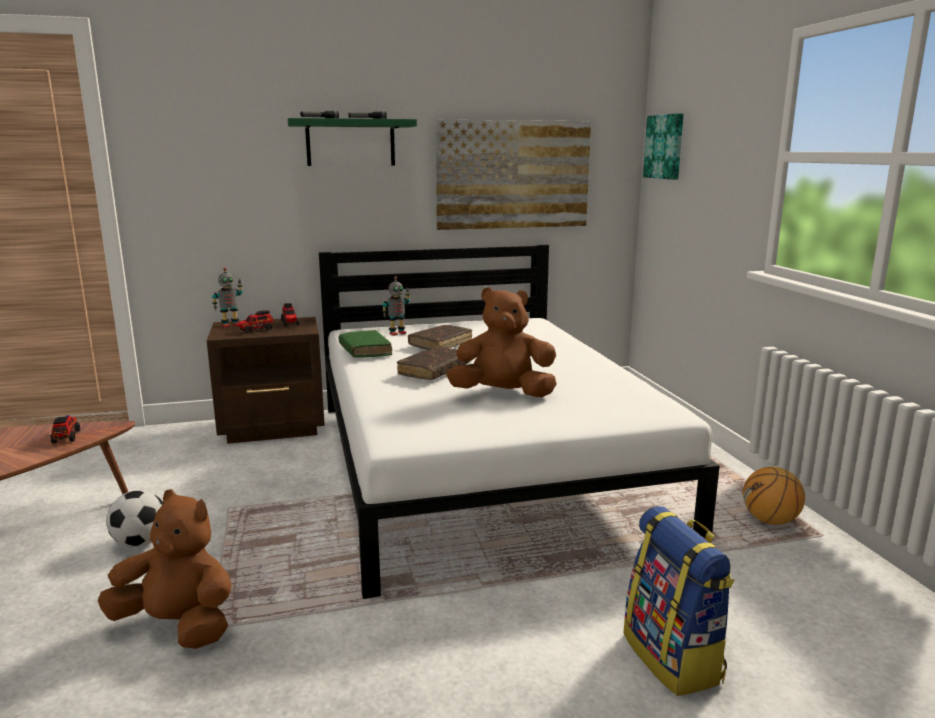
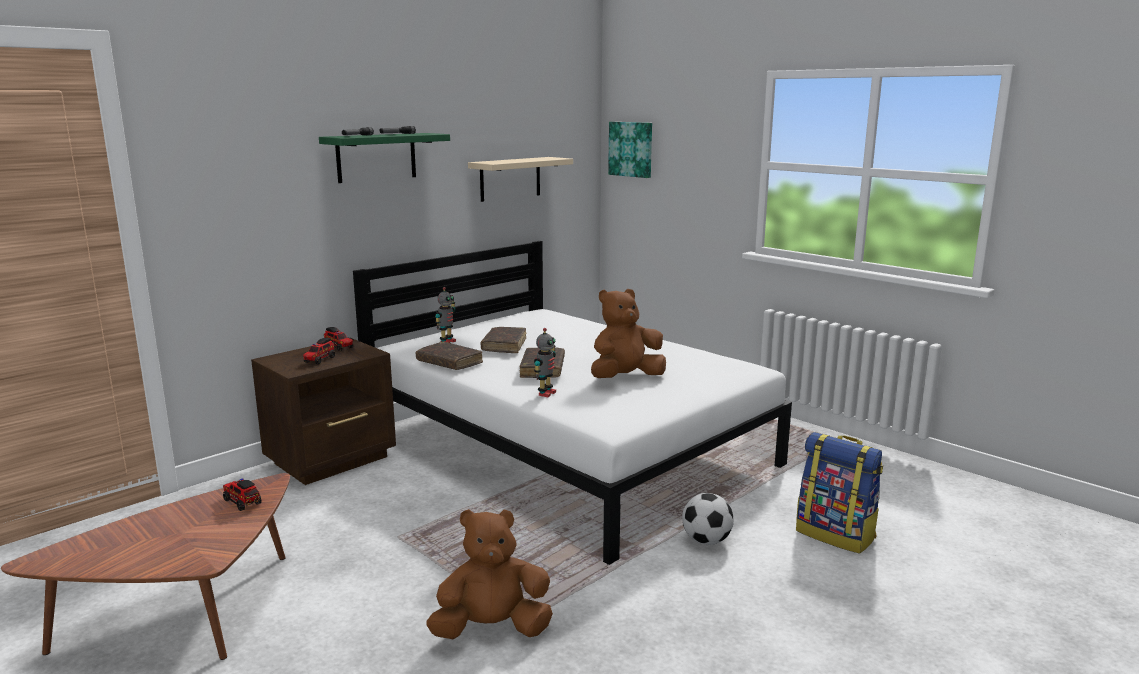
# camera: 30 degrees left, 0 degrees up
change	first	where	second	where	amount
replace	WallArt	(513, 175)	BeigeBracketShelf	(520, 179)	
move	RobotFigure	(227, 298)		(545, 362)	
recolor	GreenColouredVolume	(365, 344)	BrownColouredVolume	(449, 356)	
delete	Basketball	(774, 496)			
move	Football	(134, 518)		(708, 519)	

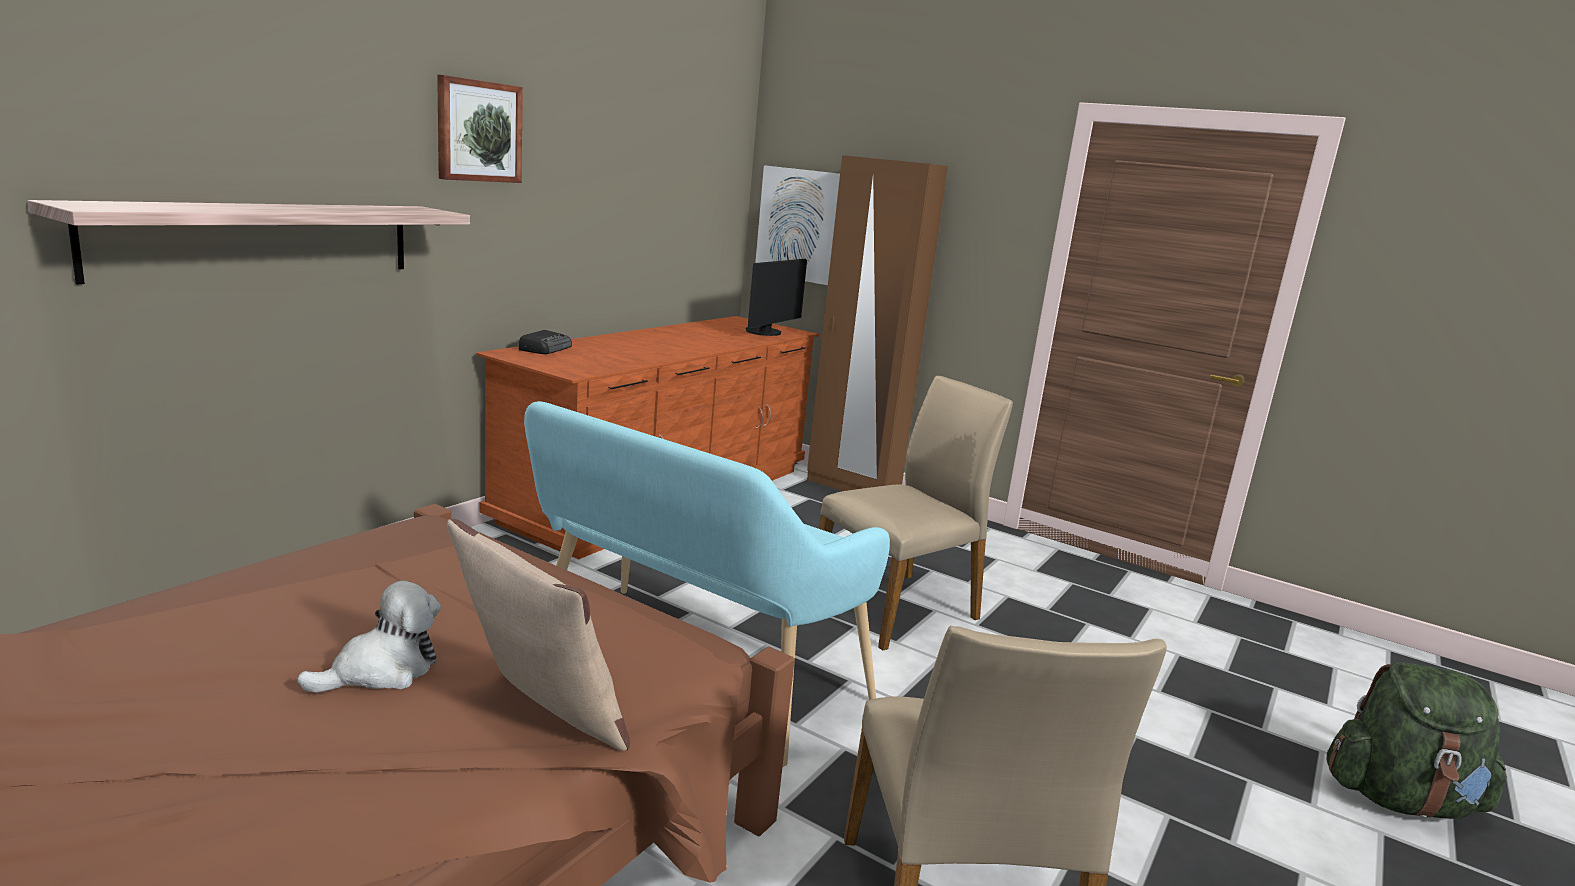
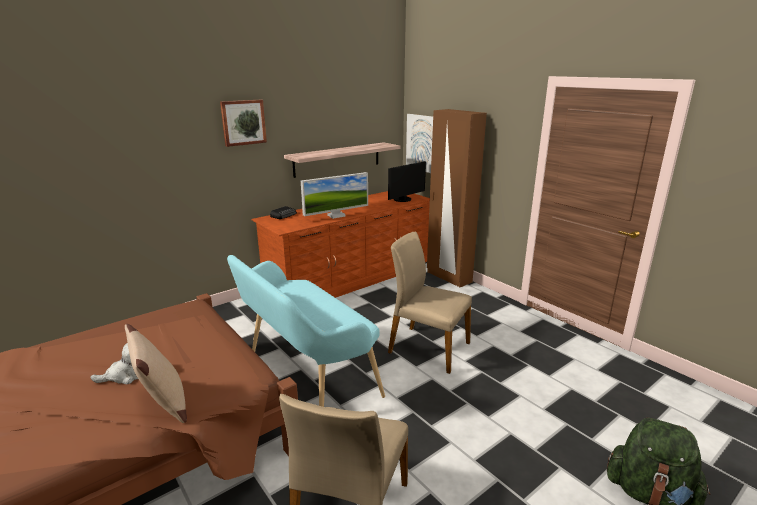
# camera: 20 degrees right, 5 degrees up
change	first	where	second	where	amount
move	BracketShelf	(248, 242)		(342, 160)	
rotate	BeigeChair	(915, 513)		(430, 303)	135 degrees counterclockwise
insert			ComputerScreen	(334, 195)	

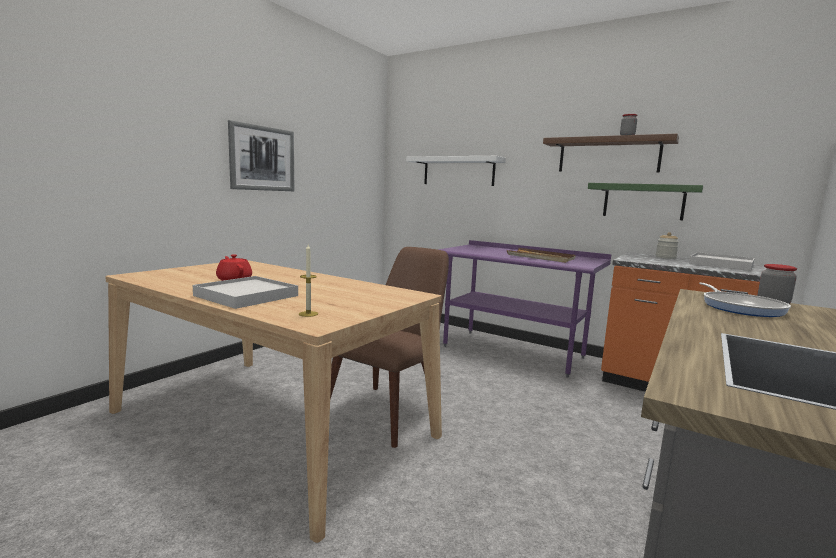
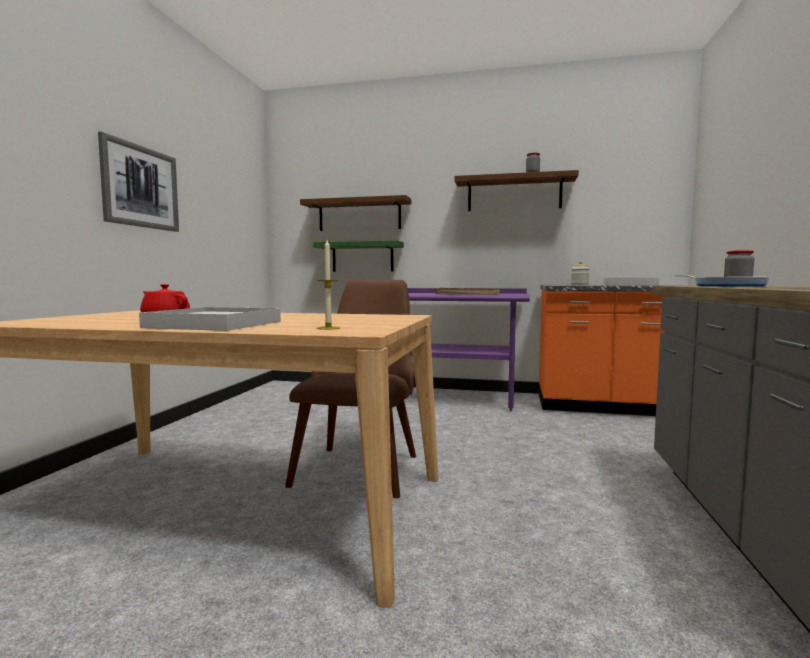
# camera: 20 degrees left, 5 degrees down
change	first	where	second	where	amount
recolor	WhiteBracketShelf	(456, 171)	BrownColouredBracketShelf	(356, 213)	
move	GreenColouredBracketShelf	(645, 201)		(358, 256)	

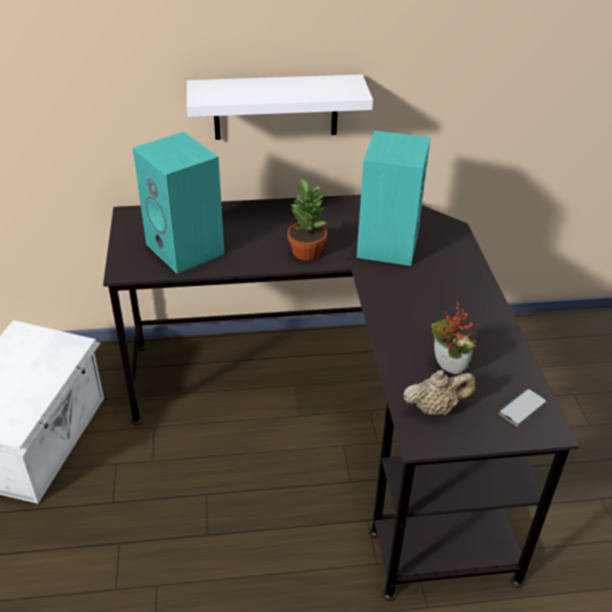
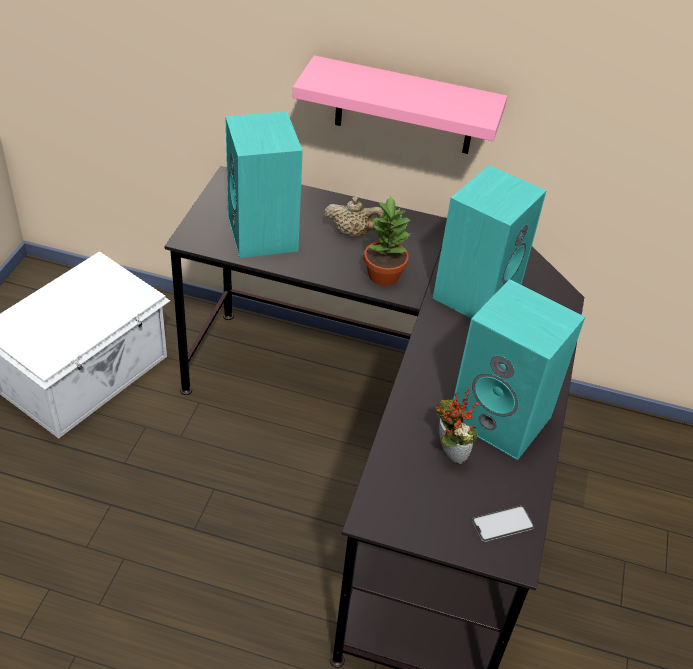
# camera: 20 degrees right, 5 degrees up
change	first	where	second	where	amount
recolor	WhiteBracketShelf	(280, 107)	PinkishBracketShelf	(400, 104)	
move	BeigeTeaPot	(439, 392)		(354, 217)	
insert			TurquoiseColouredAudioSpeaker	(519, 369)	

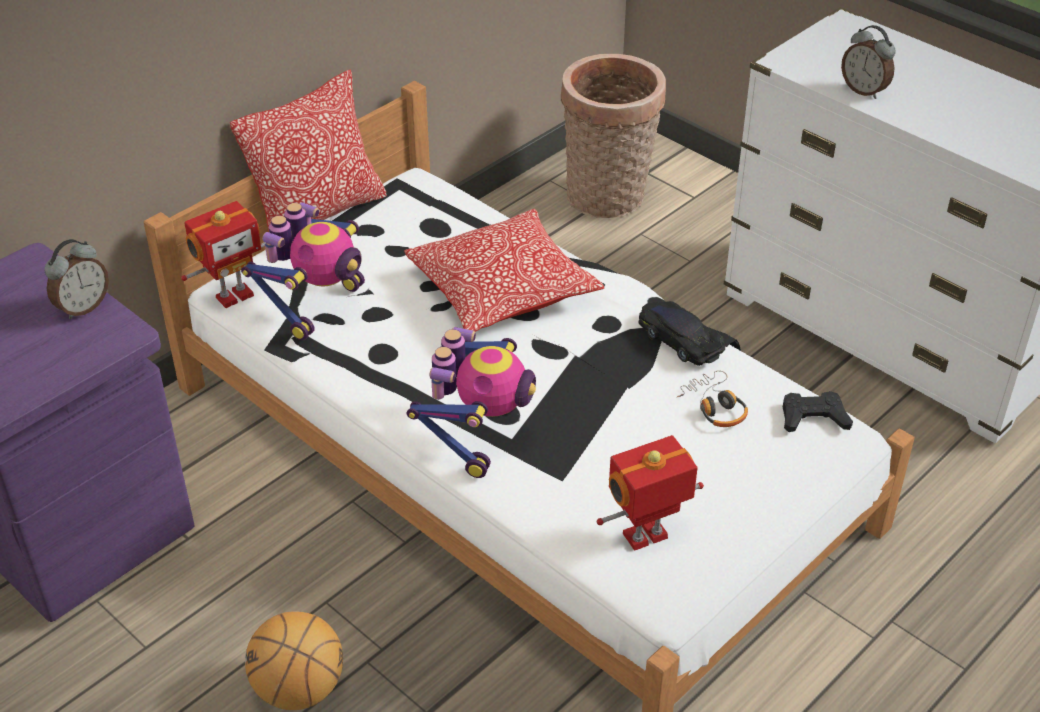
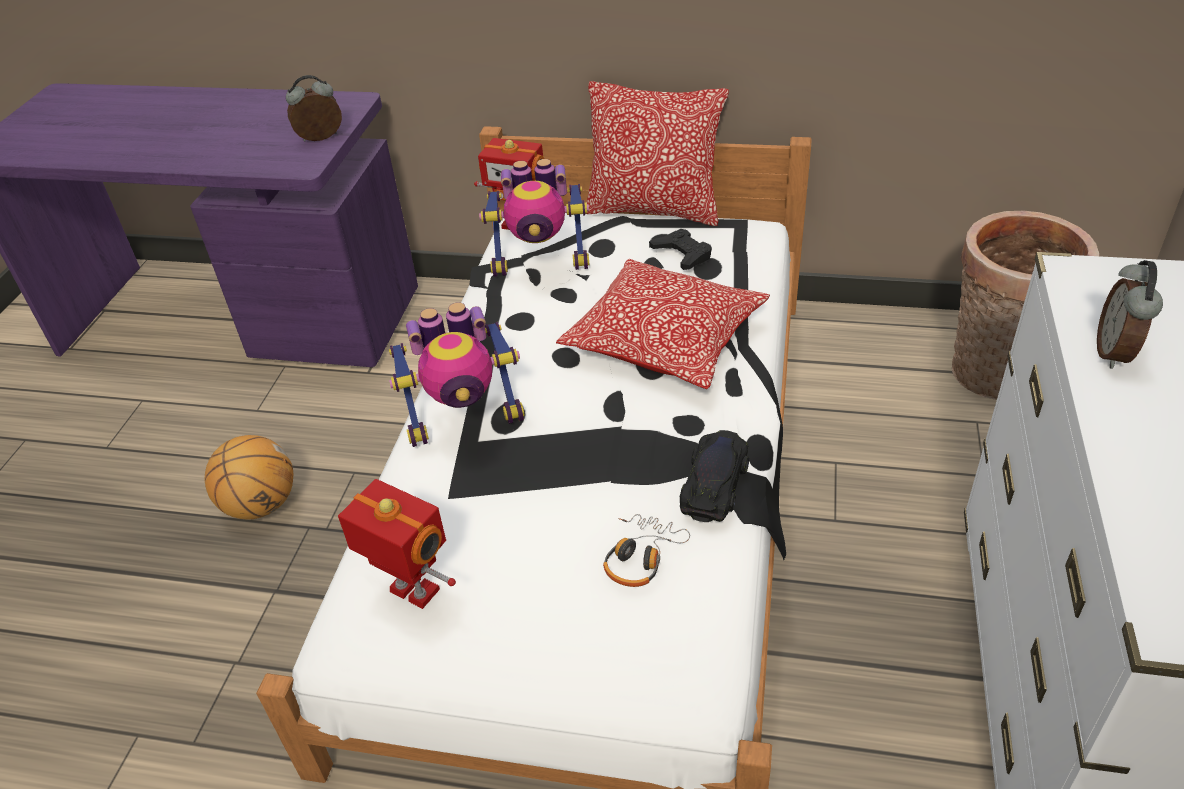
# camera: 60 degrees right, 0 degrees up
change	first	where	second	where	amount
rotate	AlarmClock	(77, 279)		(314, 108)	150 degrees clockwise
move	BlackColouredGamepad	(818, 411)		(680, 249)	

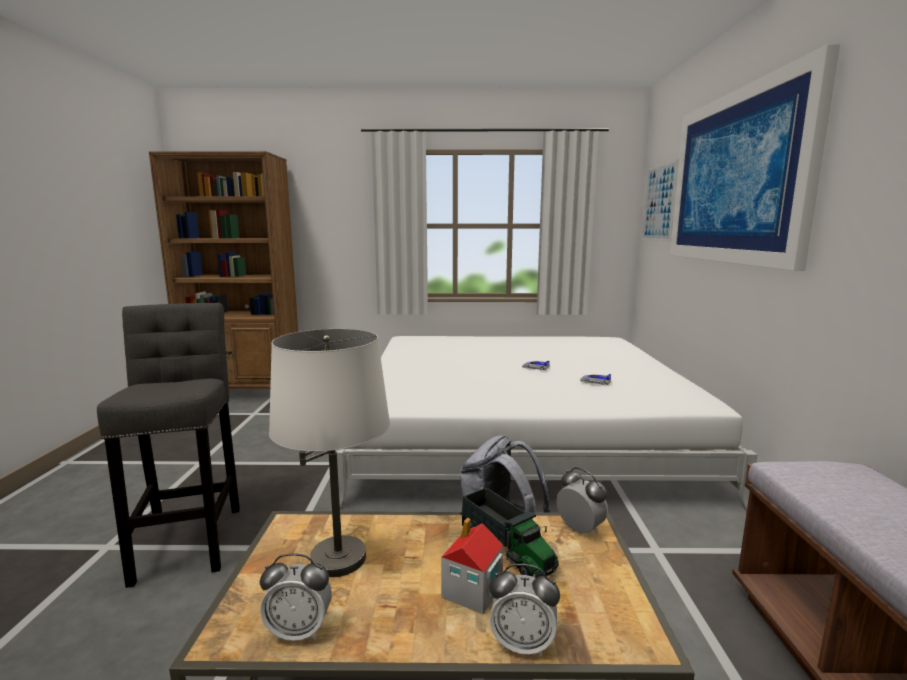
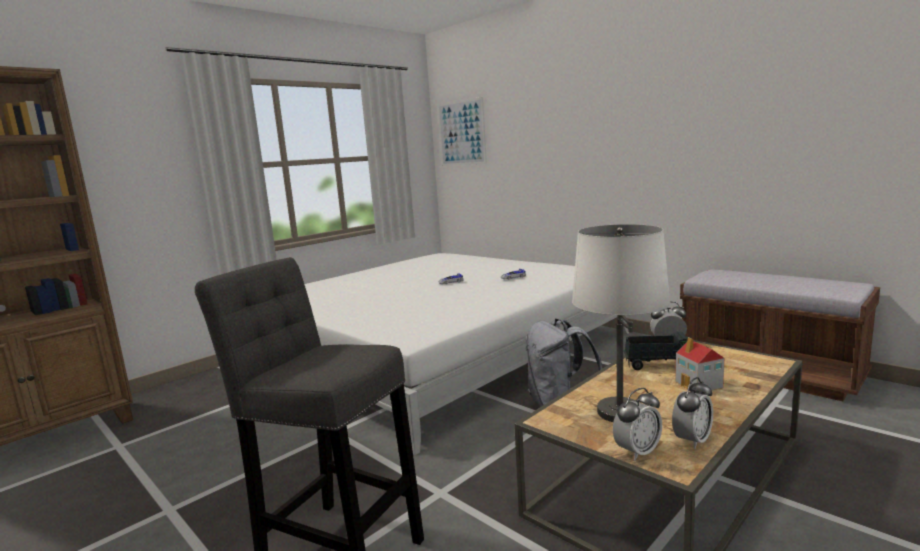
# camera: 45 degrees left, 0 degrees up
change	first	where	second	where	amount
delete	WallArt	(755, 157)			
move	AlarmClock	(524, 610)		(637, 424)	

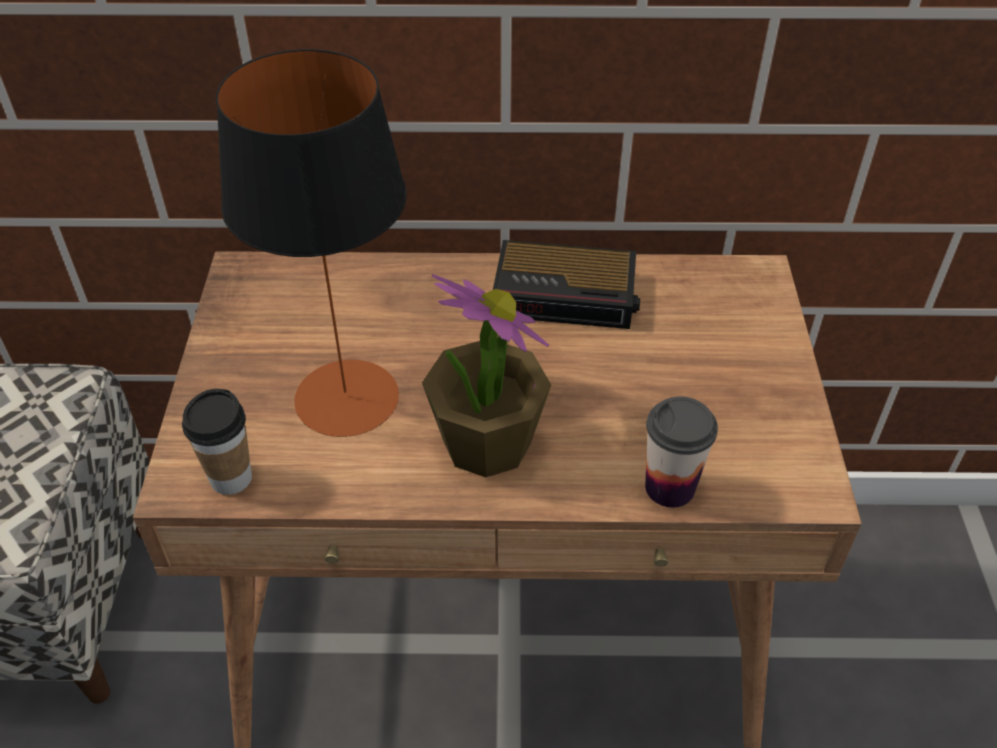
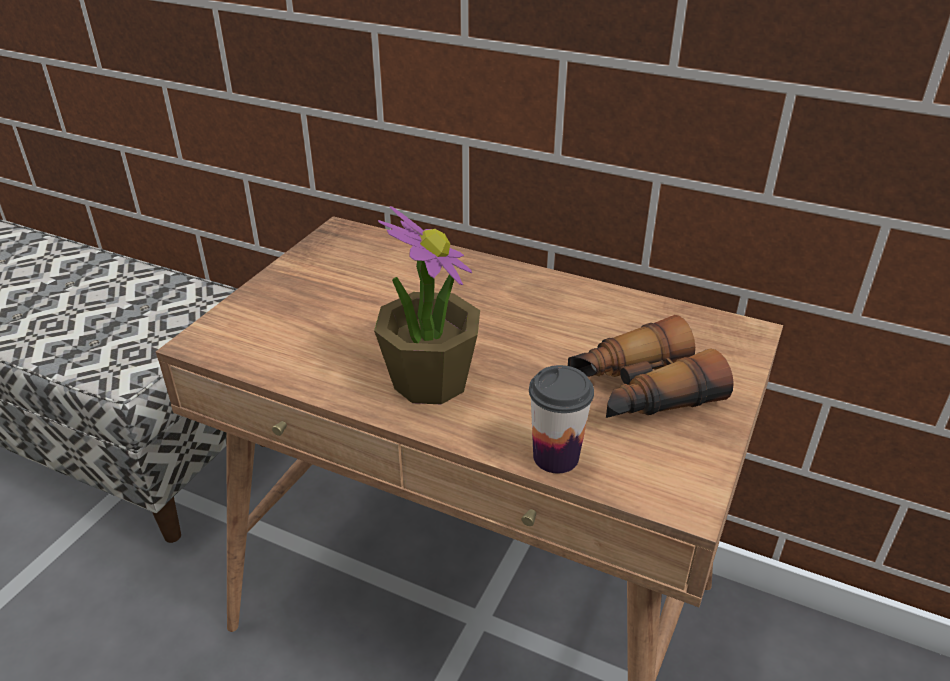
# camera: 25 degrees right, 10 degrees down
change	first	where	second	where	amount
delete	LampForATable	(311, 243)			
delete	AlarmClock	(566, 284)			
delete	SmallCup	(217, 442)			
insert			FieldGlasses	(651, 366)	

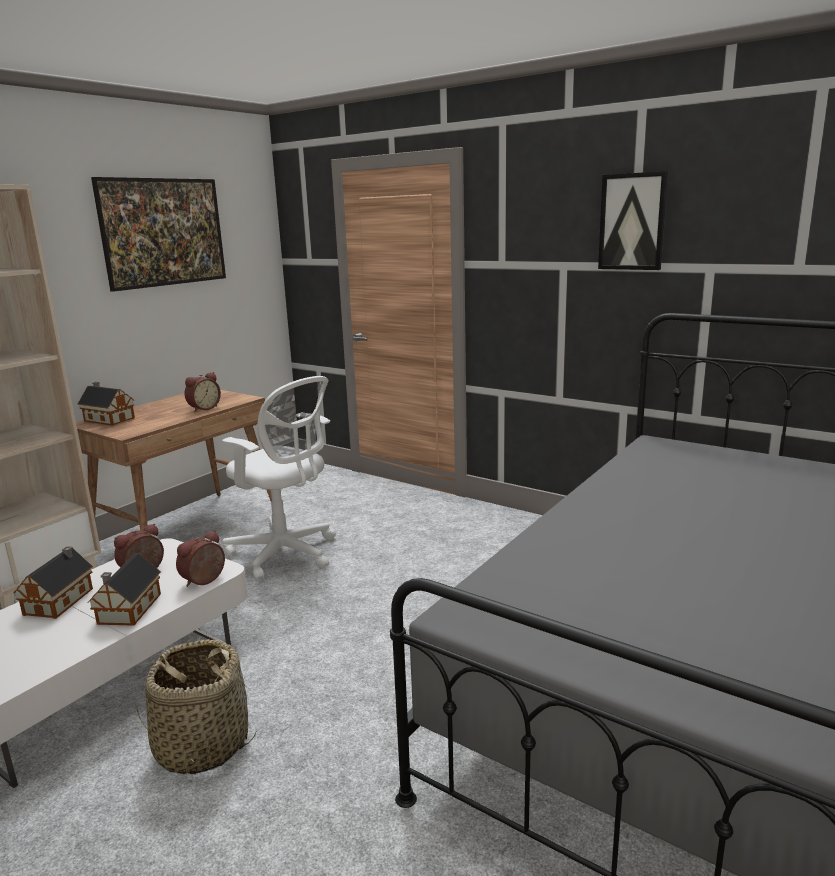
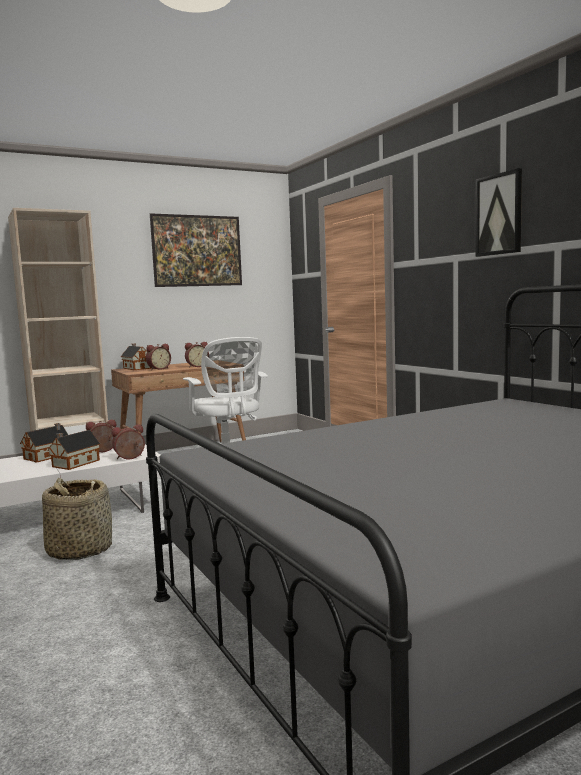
# camera: 25 degrees right, 10 degrees down
change	first	where	second	where	amount
insert			AlarmClock	(158, 357)	

